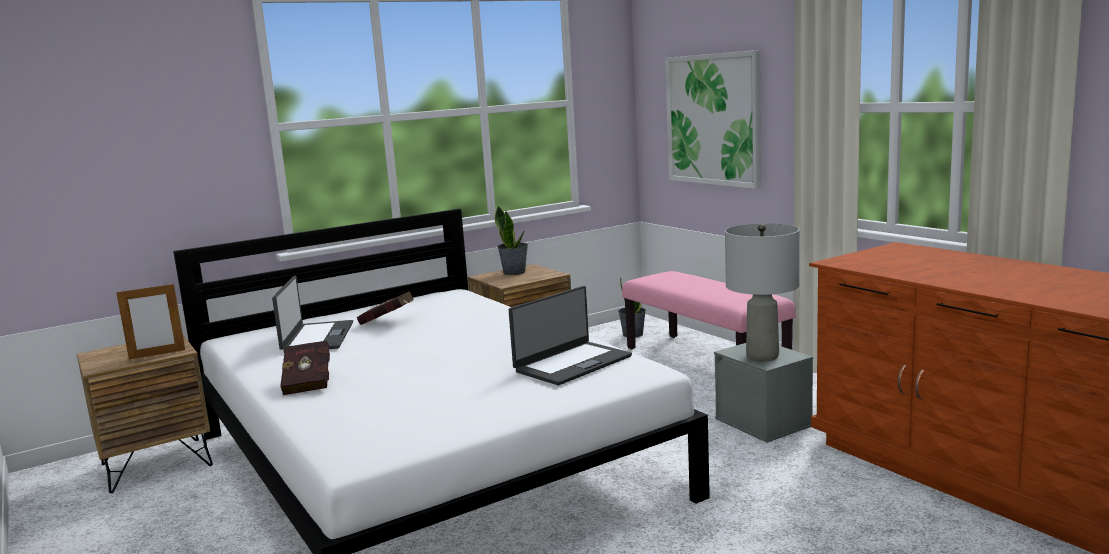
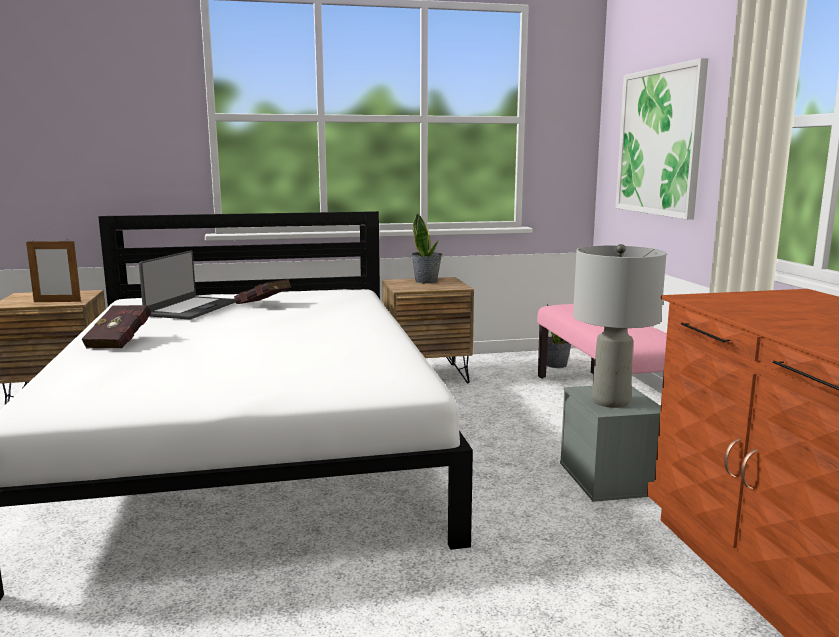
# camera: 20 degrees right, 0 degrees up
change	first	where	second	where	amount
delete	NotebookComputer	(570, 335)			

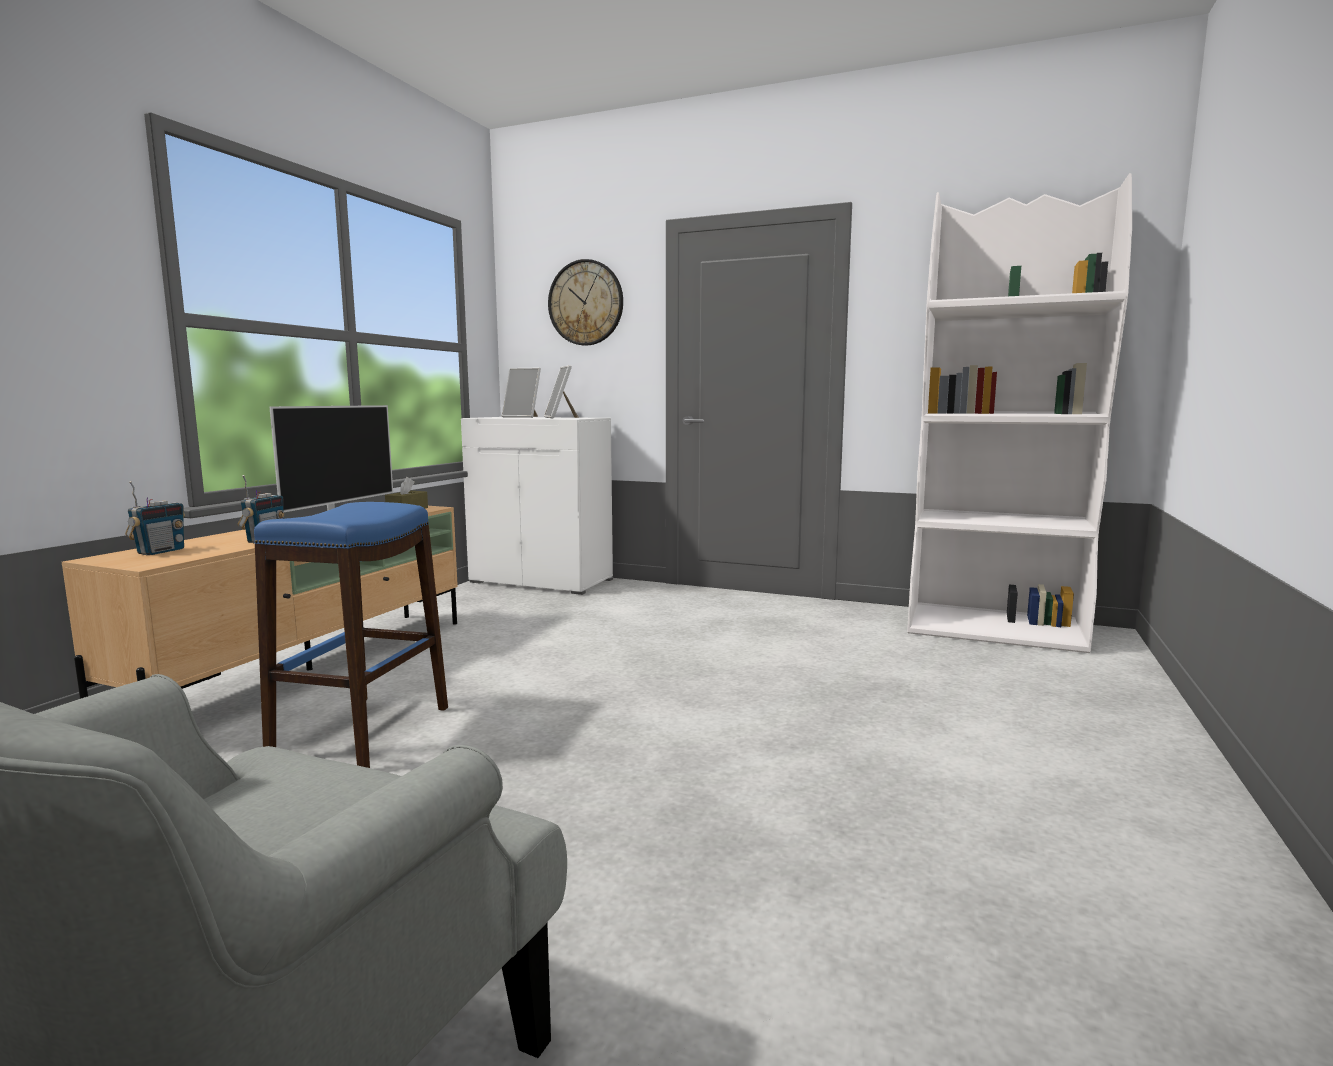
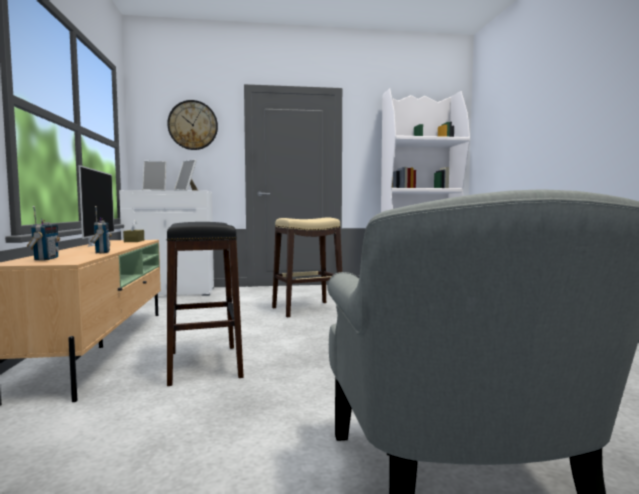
# camera: 30 degrees left, 5 degrees down
change	first	where	second	where	amount
recolor	BlueColouredStoolSeat	(351, 635)	BlackColouredStoolSeat	(205, 304)	
insert			BeigeStoolSeat	(307, 268)	

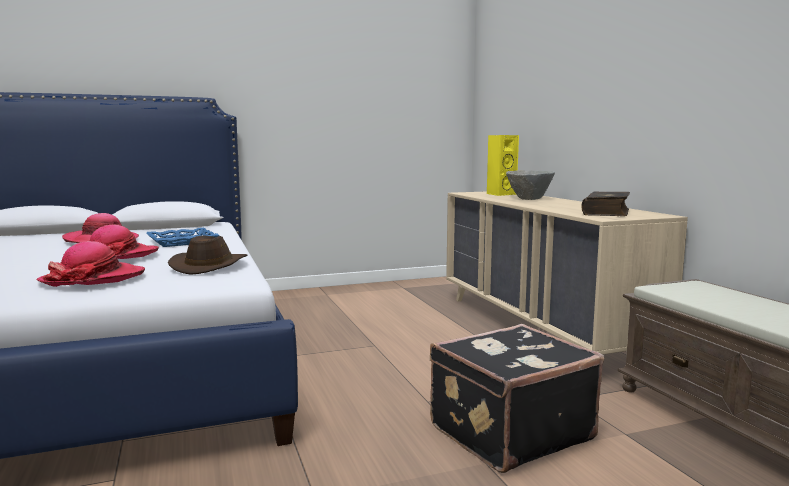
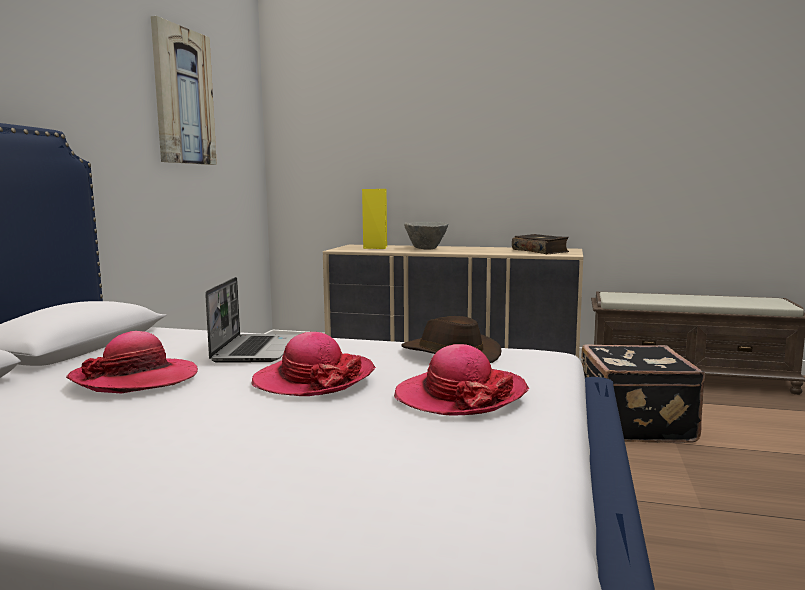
# camera: 55 degrees left, 0 degrees up
change	first	where	second	where	amount
replace	BlueColouredCarryingTray	(182, 237)	NotebookComputer	(252, 320)	
insert			WallArt	(184, 90)	

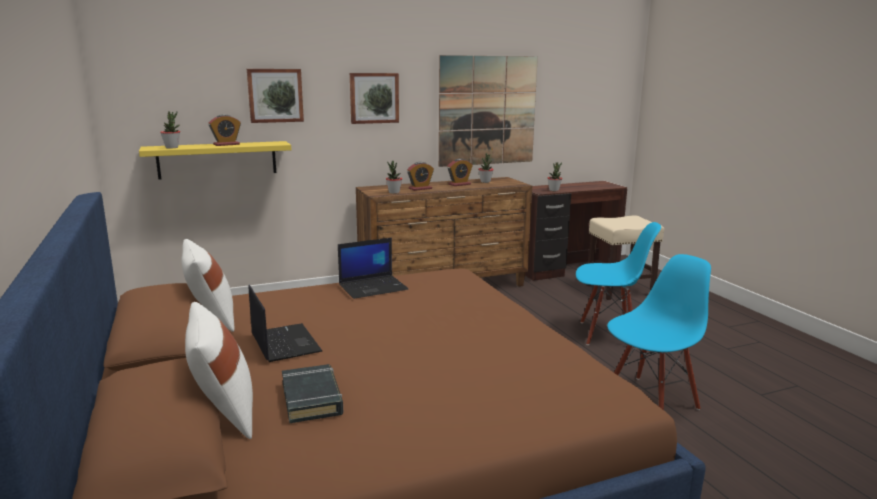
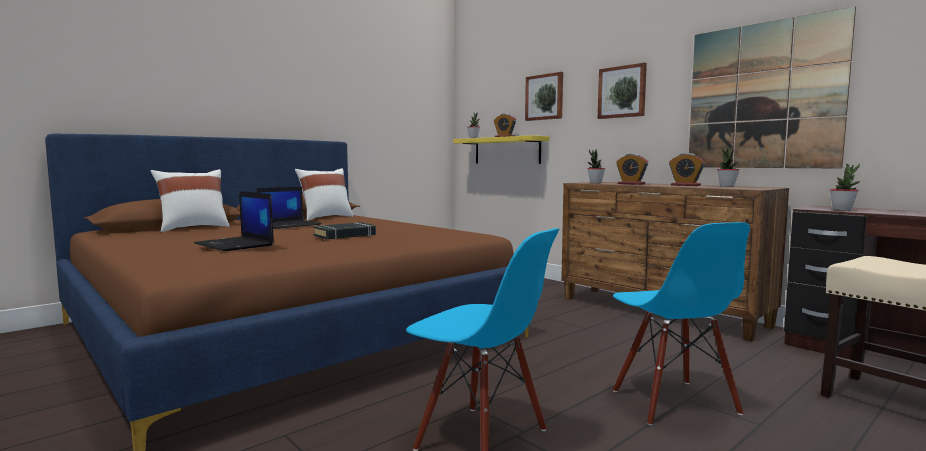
# camera: 70 degrees right, 10 degrees down
change	first	where	second	where	amount
move	NotebookComputer	(373, 268)		(234, 221)	
move	BlackColouredVolume	(312, 393)		(344, 230)	

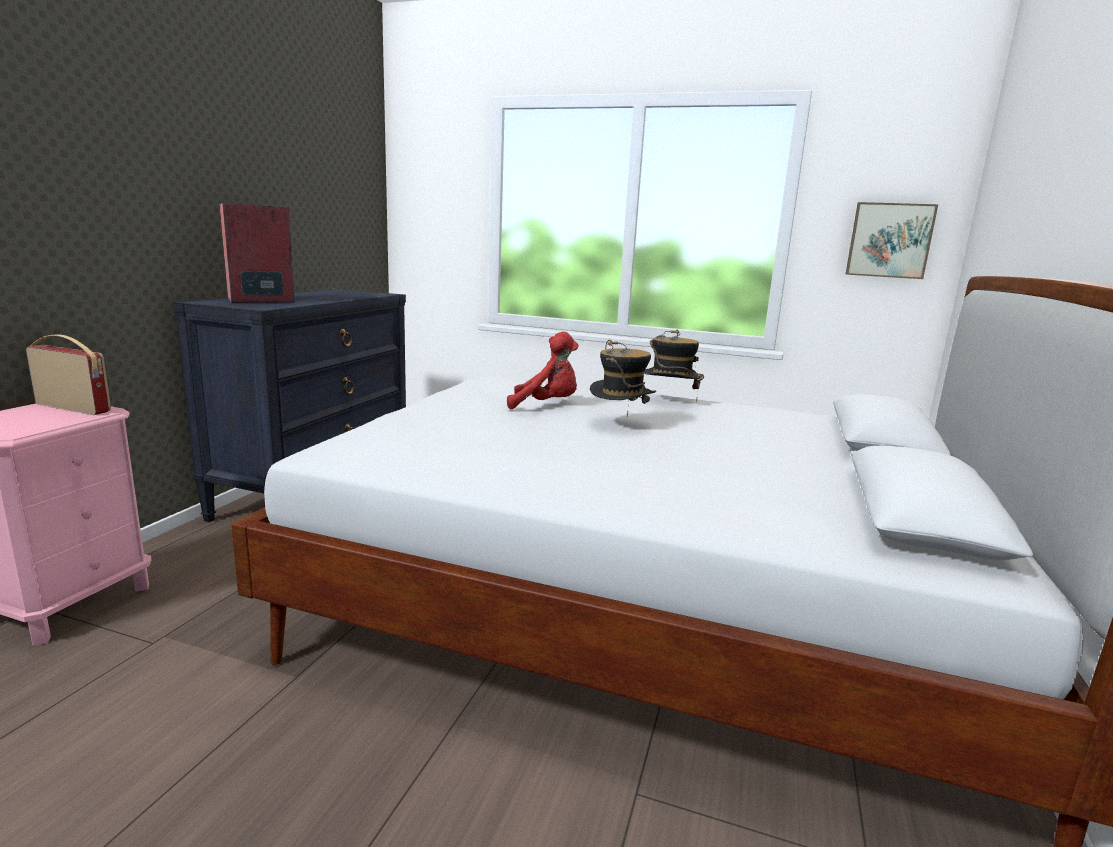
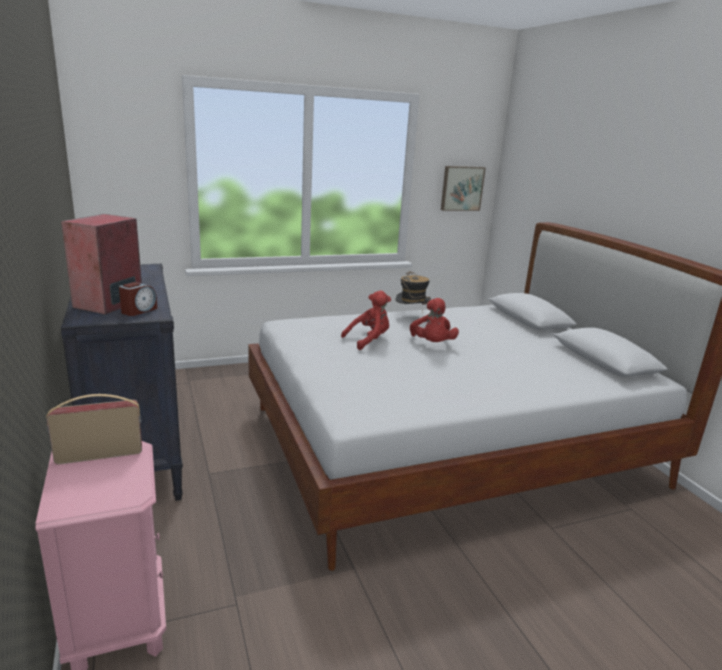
# camera: 40 degrees left, 5 degrees up
change	first	where	second	where	amount
replace	Hat	(623, 378)	RedPlushToy	(434, 320)	
insert			AlarmClock	(138, 299)	

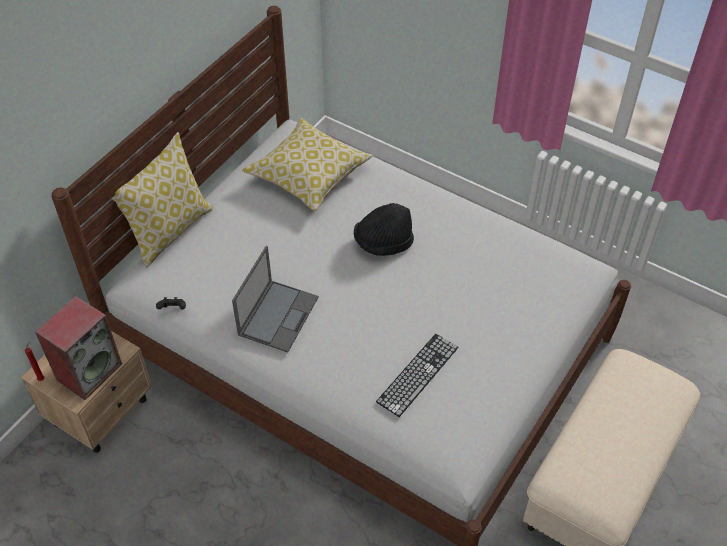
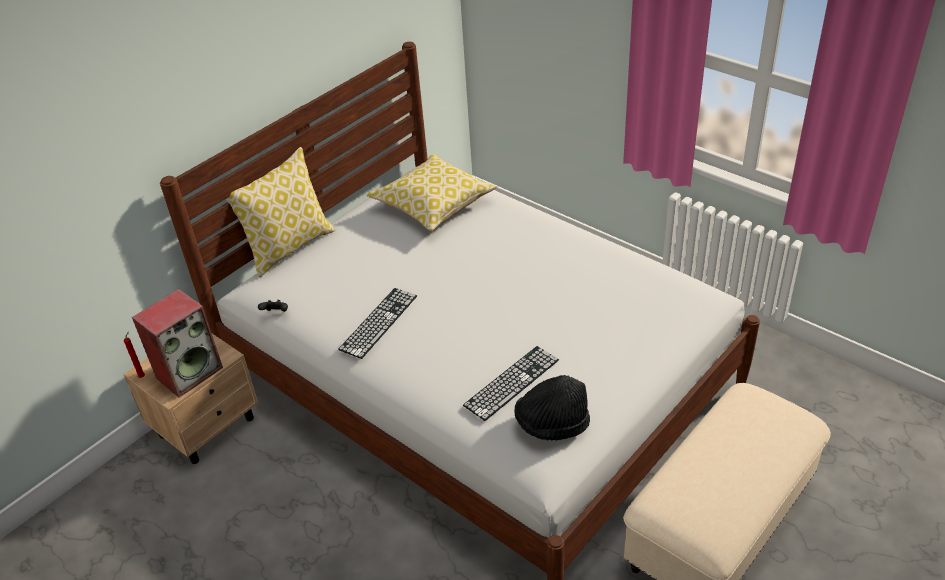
# camera: 10 degrees right, 10 degrees down
change	first	where	second	where	amount
move	BlackColouredHat	(384, 229)		(552, 407)	
replace	NotebookComputer	(275, 299)	ComputerKeyboard	(377, 323)	

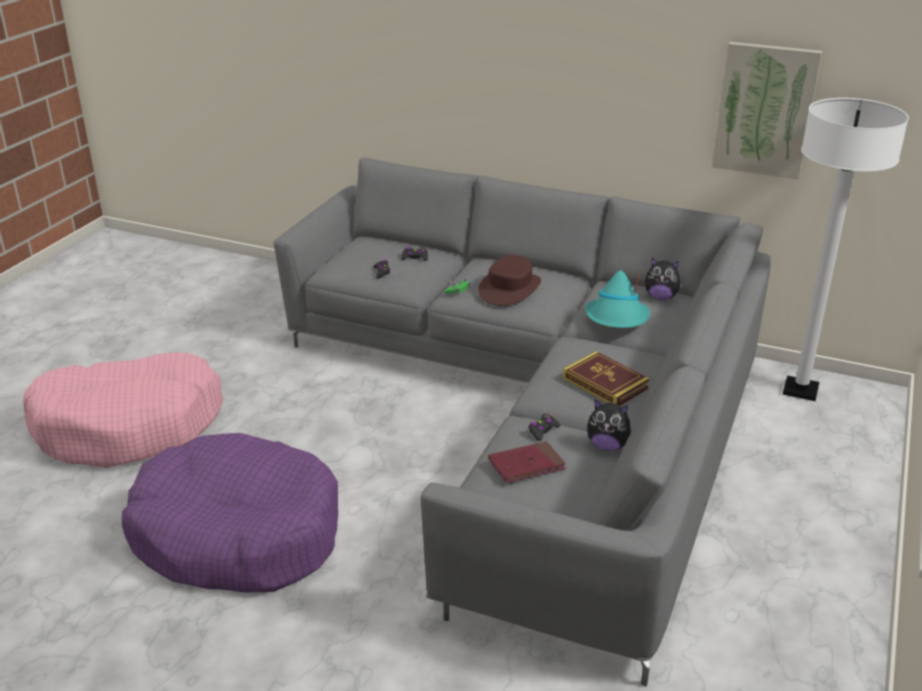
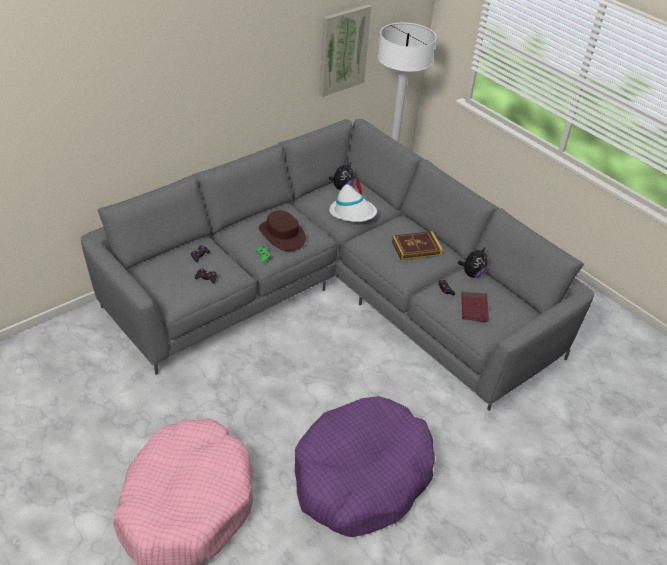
# camera: 65 degrees left, 10 degrees up
change	first	where	second	where	amount
recolor	TurquoiseColouredHat	(617, 298)	WhiteHat	(353, 199)	

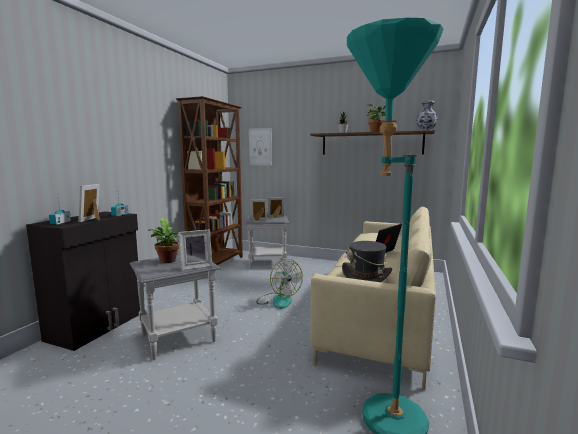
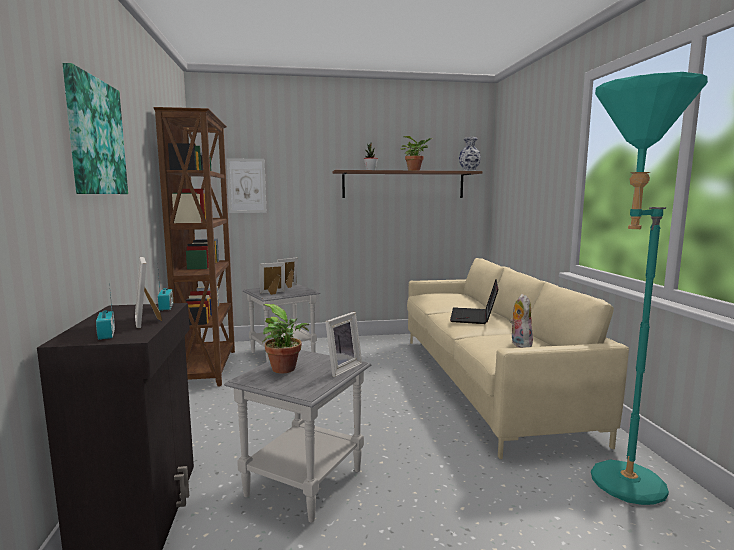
# camera: 30 degrees left, 0 degrees up
change	first	where	second	where	amount
replace	GrayHat	(367, 261)	PlushToy	(521, 321)	
delete	CoolingFan	(279, 284)			
insert			WallArt	(95, 128)	

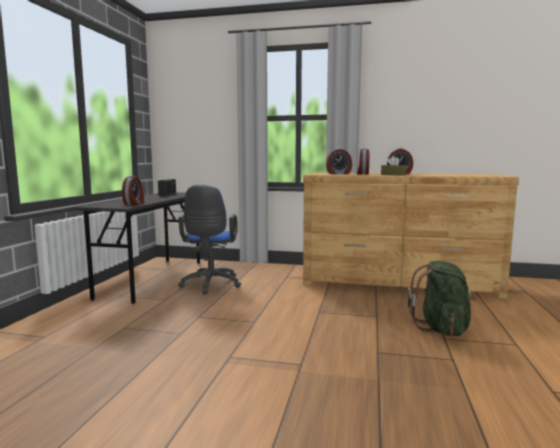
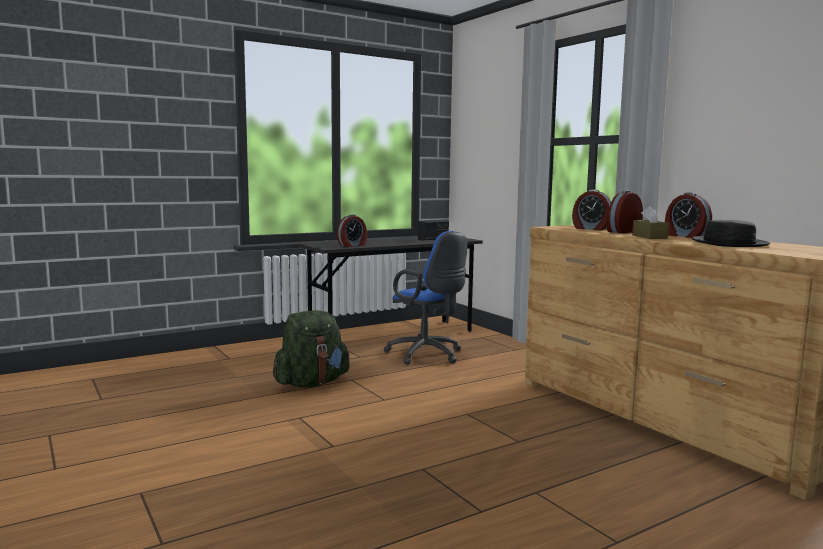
# camera: 45 degrees right, 0 degrees up
change	first	where	second	where	amount
rotate	BlueColouredComputerChair	(209, 239)		(425, 298)	90 degrees counterclockwise
move	GreenColouredRucksack	(442, 298)		(311, 349)	
insert			BlackColouredHat	(730, 233)	

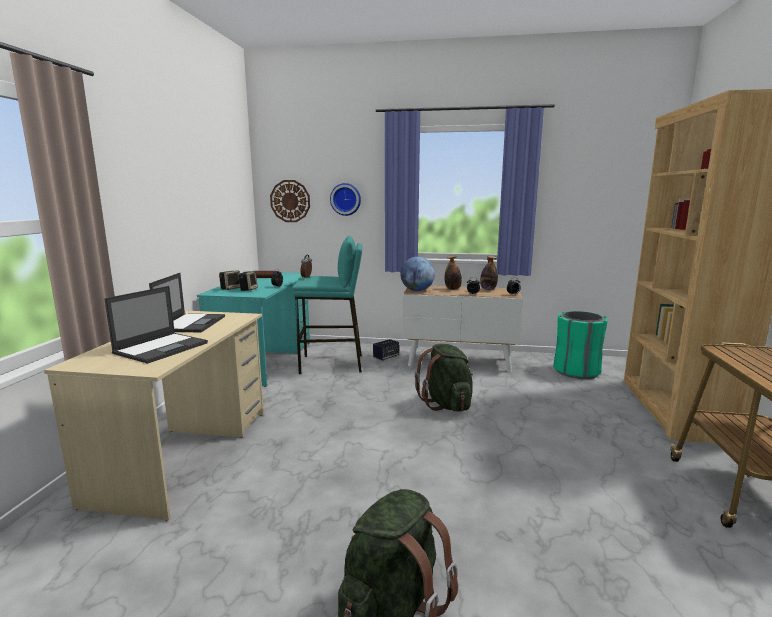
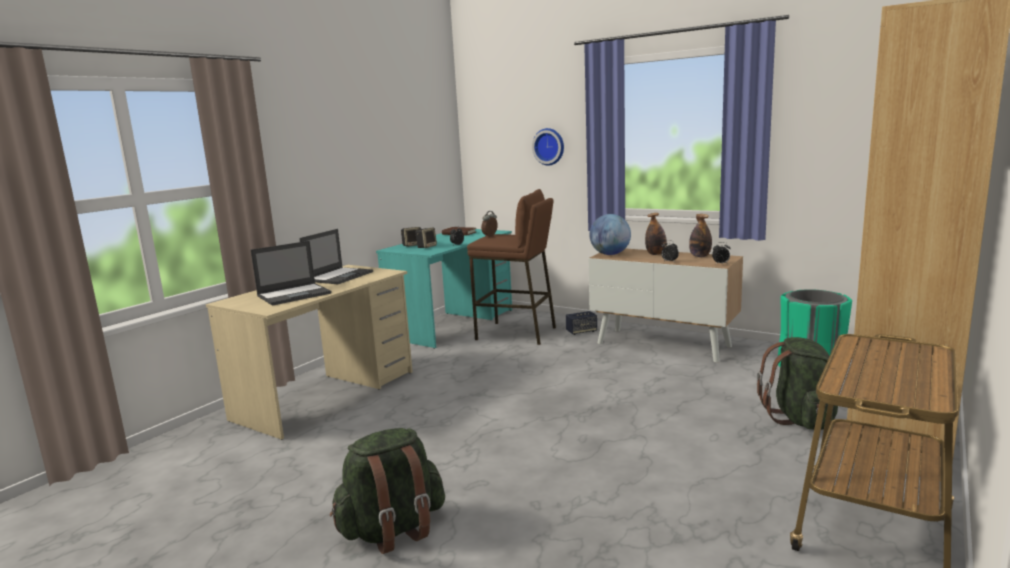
# camera: 25 degrees right, 0 degrees up
change	first	where	second	where	amount
delete	WallClock	(290, 201)			
recolor	TurquoiseColouredStoolSeat	(327, 304)	BrownColouredStoolSeat	(511, 267)	
move	GreenColouredRucksack	(444, 378)		(797, 383)	

